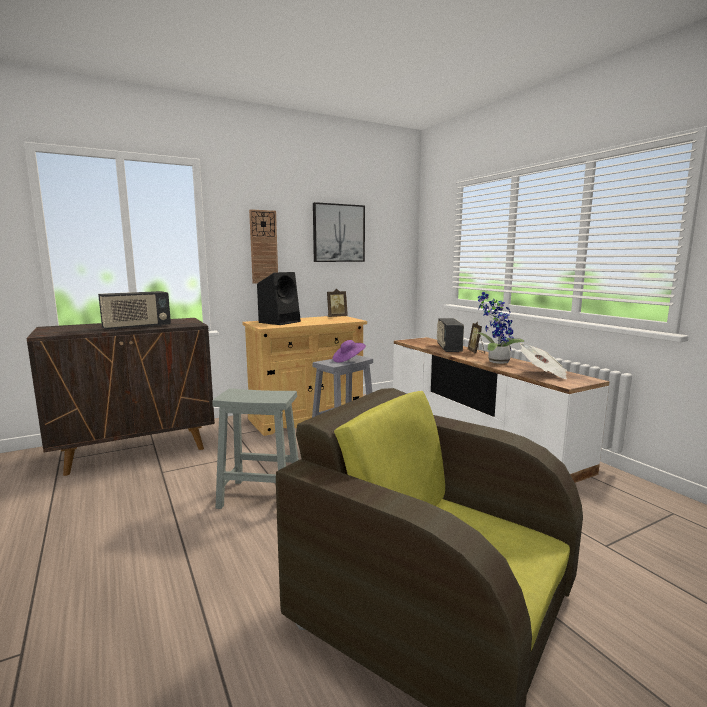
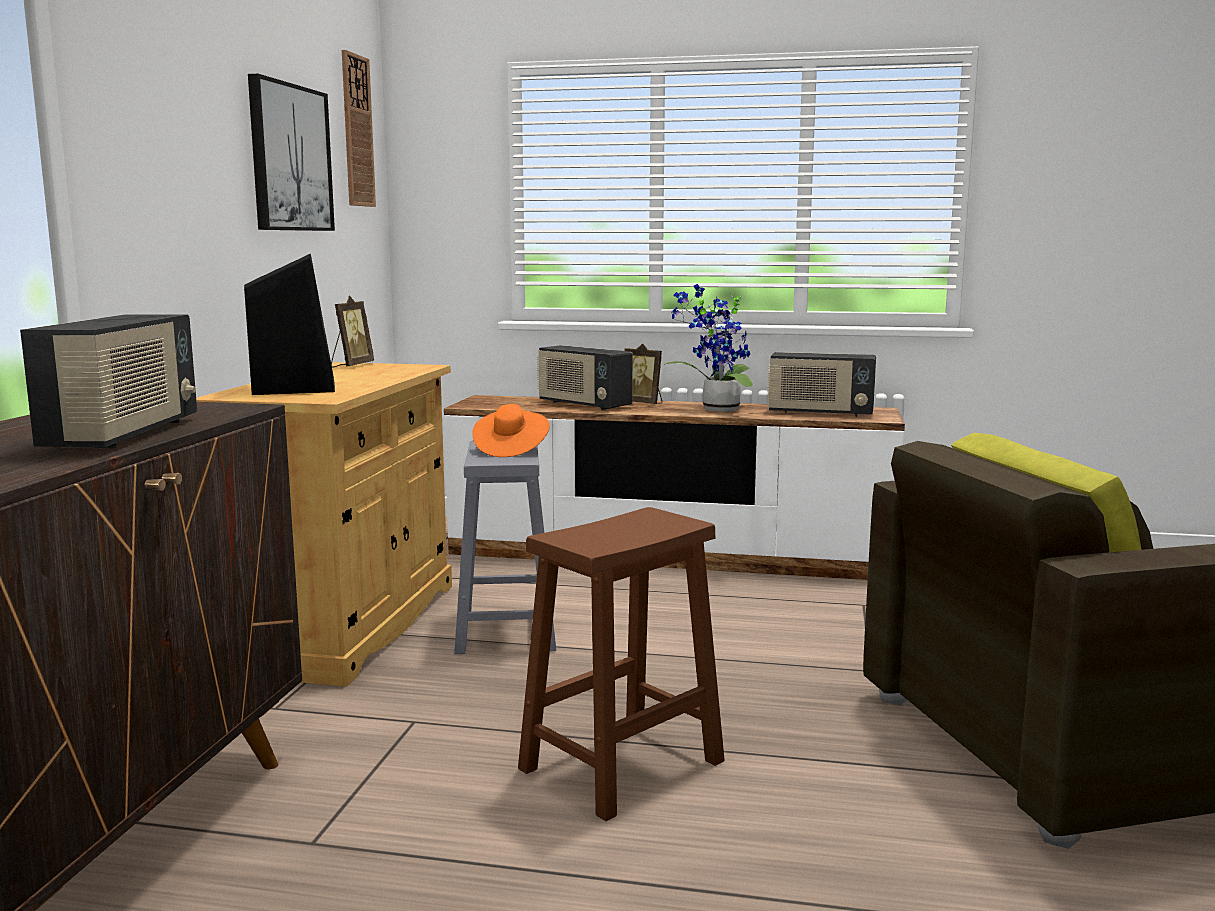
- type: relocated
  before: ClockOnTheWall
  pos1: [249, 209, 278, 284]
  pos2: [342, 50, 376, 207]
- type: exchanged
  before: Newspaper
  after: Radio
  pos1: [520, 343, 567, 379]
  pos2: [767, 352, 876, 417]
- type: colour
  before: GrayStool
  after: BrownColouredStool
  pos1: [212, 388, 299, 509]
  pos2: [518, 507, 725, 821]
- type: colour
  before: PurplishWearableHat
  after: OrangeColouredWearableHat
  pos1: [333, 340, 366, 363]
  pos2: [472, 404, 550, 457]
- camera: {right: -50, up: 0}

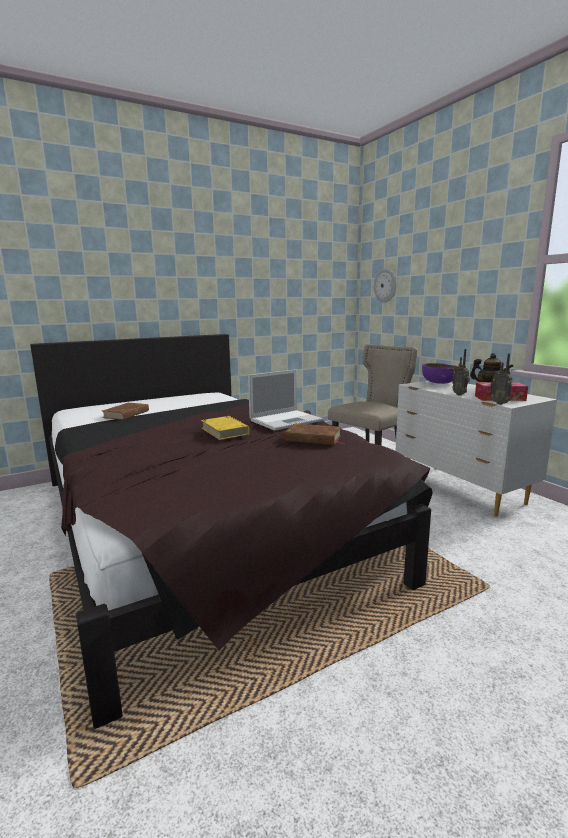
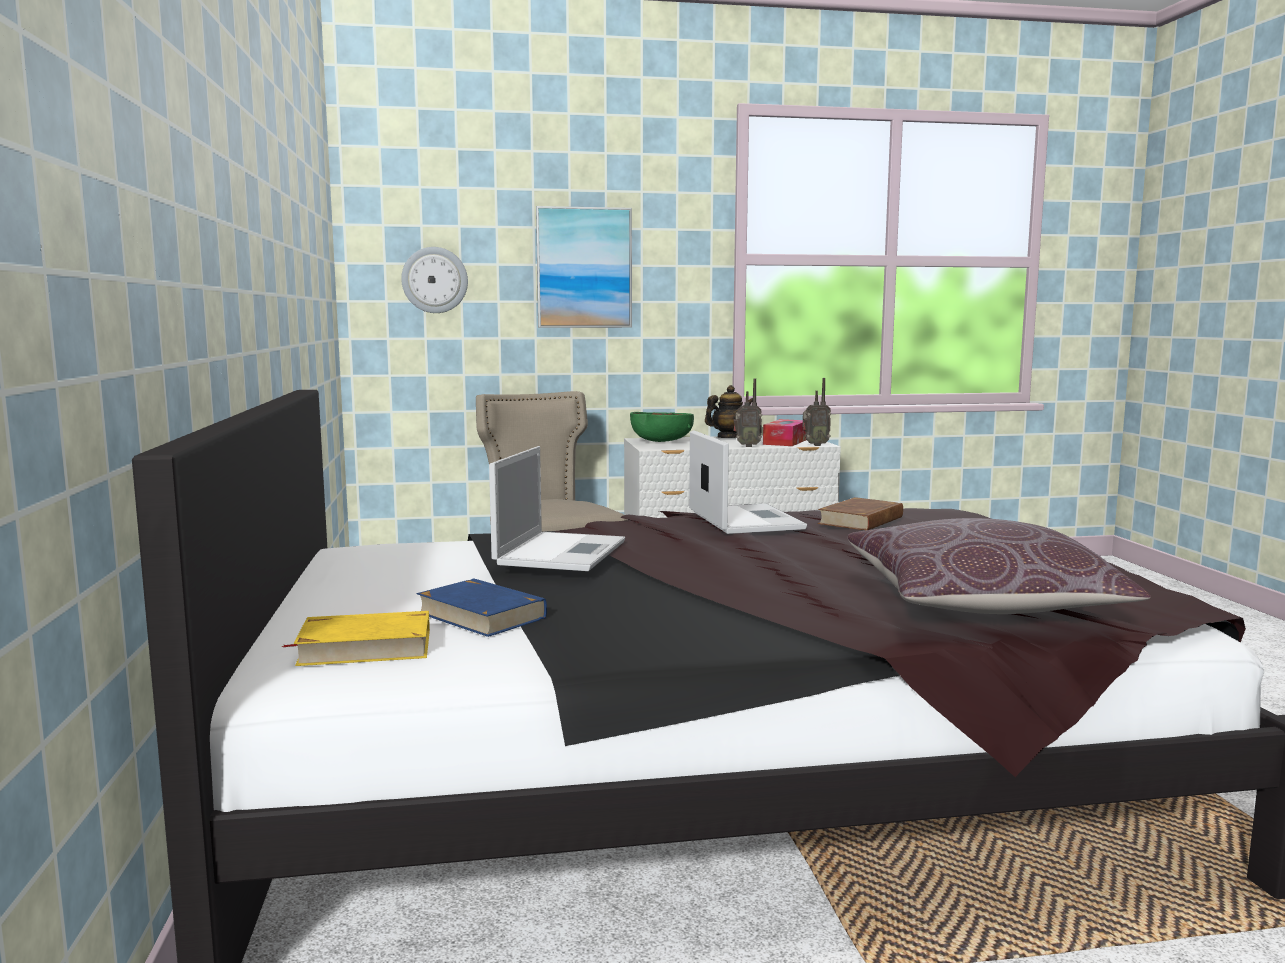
- type: appeared
  after: Laptop
  pos2: [489, 446, 625, 571]
- type: appeared
  after: WallArt
  pos2: [536, 206, 632, 328]
- type: appeared
  after: BrownColouredCushion
  pos2: [848, 518, 1151, 614]
- type: relocated
  before: YellowishBoundBook
  pos1: [201, 416, 250, 440]
  pos2: [282, 611, 430, 666]
- type: colour
  before: BrownColouredBoundBook
  after: BlueBoundBook
  pos1: [102, 403, 149, 420]
  pos2: [417, 578, 547, 637]
- type: colour
  before: PurplishBowl
  after: GreenBowl
  pos1: [422, 363, 458, 384]
  pos2: [630, 412, 694, 442]
- camera: {right: -70, up: -5}

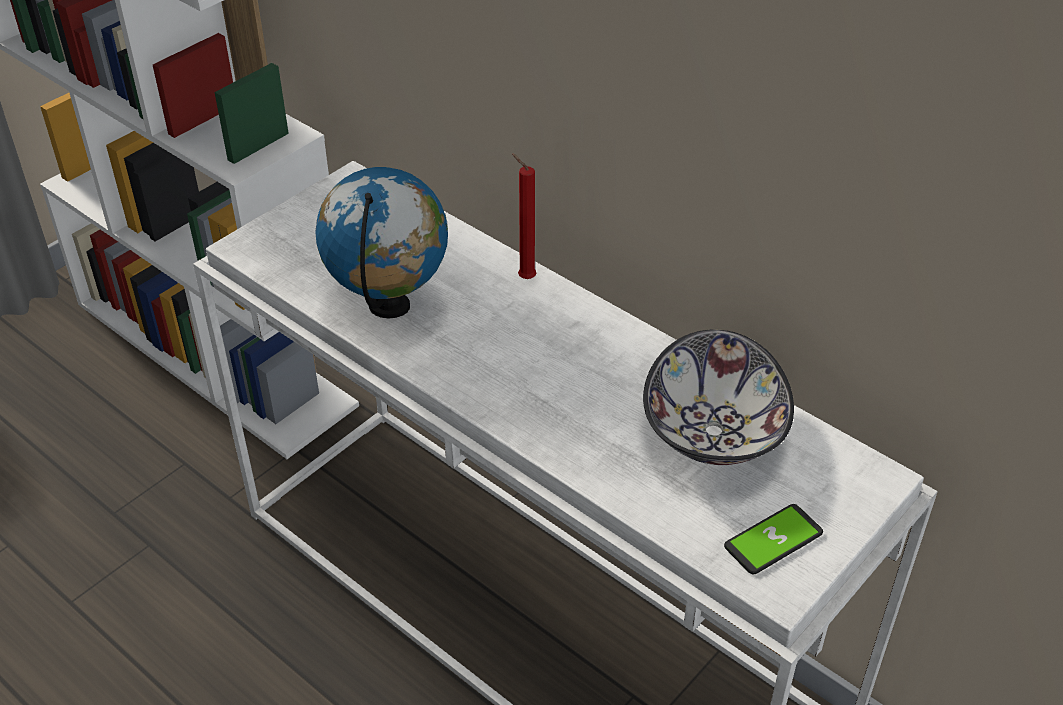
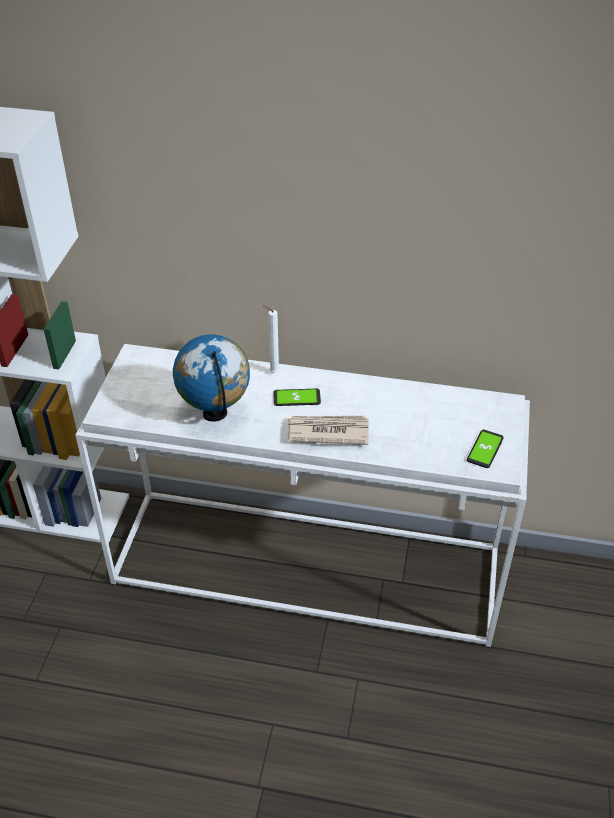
- type: missing
  before: Bowl
  pos1: [643, 329, 794, 465]
- type: appeared
  after: Handset
  pos2: [274, 388, 321, 406]
- type: appeared
  after: Newspaper
  pos2: [288, 416, 369, 445]
- type: colour
  before: RedWaxLight
  after: WhiteColouredWaxLight
  pos1: [512, 153, 536, 279]
  pos2: [264, 306, 280, 373]
- camera: {right: -30, up: 0}

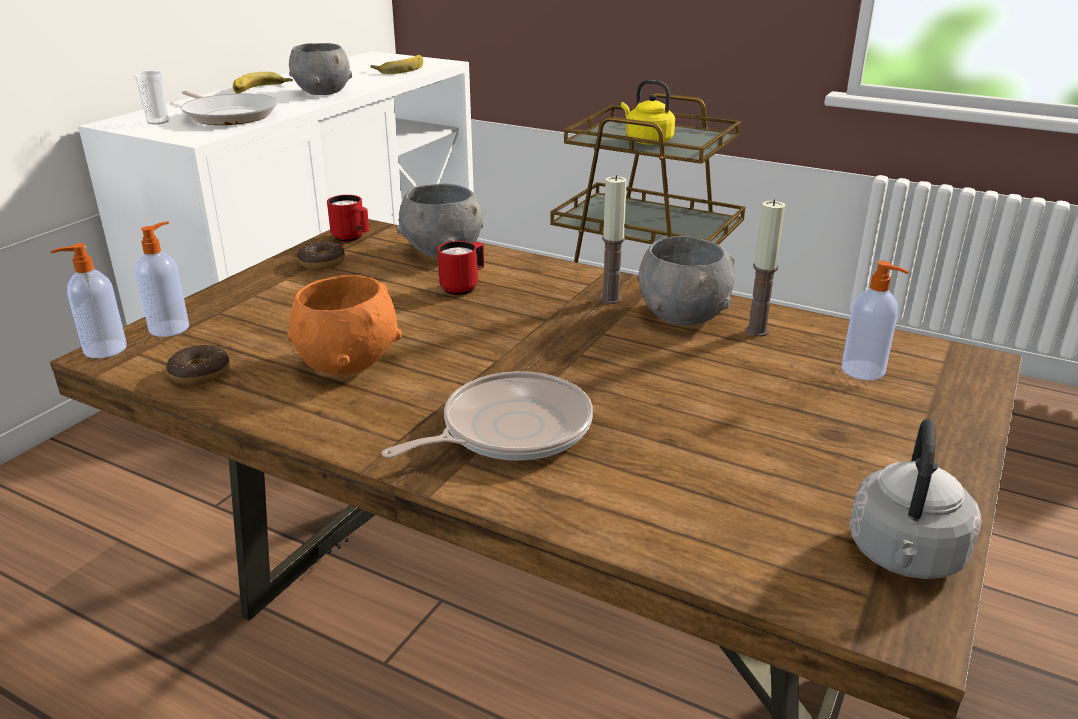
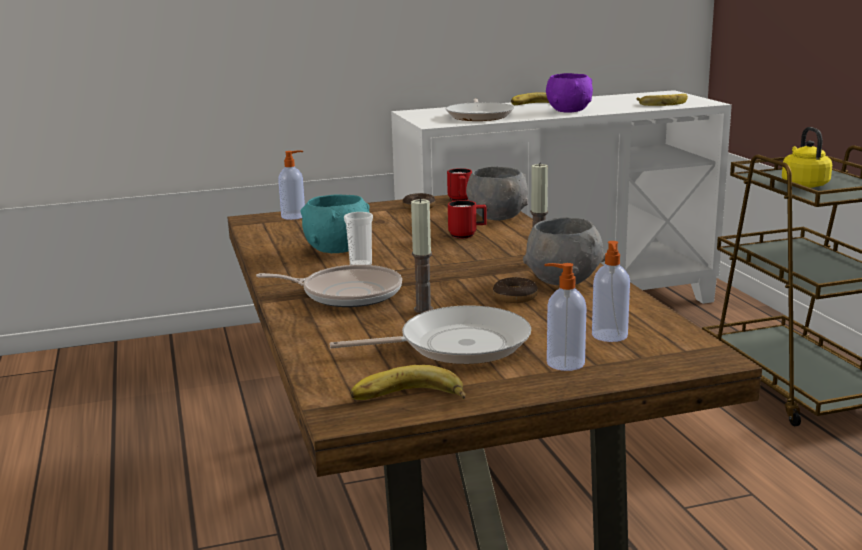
- type: appeared
  after: FryingPan
  pos2: [330, 305, 531, 364]
- type: relocated
  before: SoapBottle
  pos1: [51, 243, 127, 358]
  pos2: [544, 263, 587, 371]
- type: relocated
  before: Cup
  pos1: [134, 71, 169, 124]
  pos2: [344, 212, 373, 265]
- type: relocated
  before: RingDoughnut
  pos1: [166, 345, 230, 385]
  pos2: [493, 277, 538, 303]
- type: relocated
  before: WaxLight
  pos1: [746, 200, 785, 337]
  pos2: [411, 198, 433, 313]
- type: exchanged
  before: GrayKettle
  after: BananaFruit
  pos1: [849, 419, 981, 579]
  pos2: [350, 365, 466, 400]
- type: colour
  before: OrangeColouredBowl
  after: TurquoiseBowl
  pos1: [287, 275, 401, 375]
  pos2: [300, 194, 370, 253]
- type: colour
  before: GrayBowl
  after: PurplishBowl
  pos1: [289, 43, 352, 95]
  pos2: [546, 73, 593, 113]
- camera: {right: 45, up: -10}

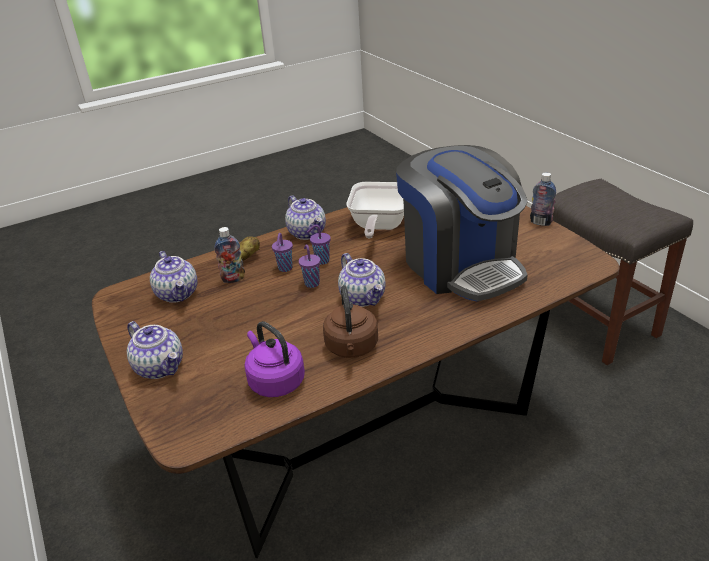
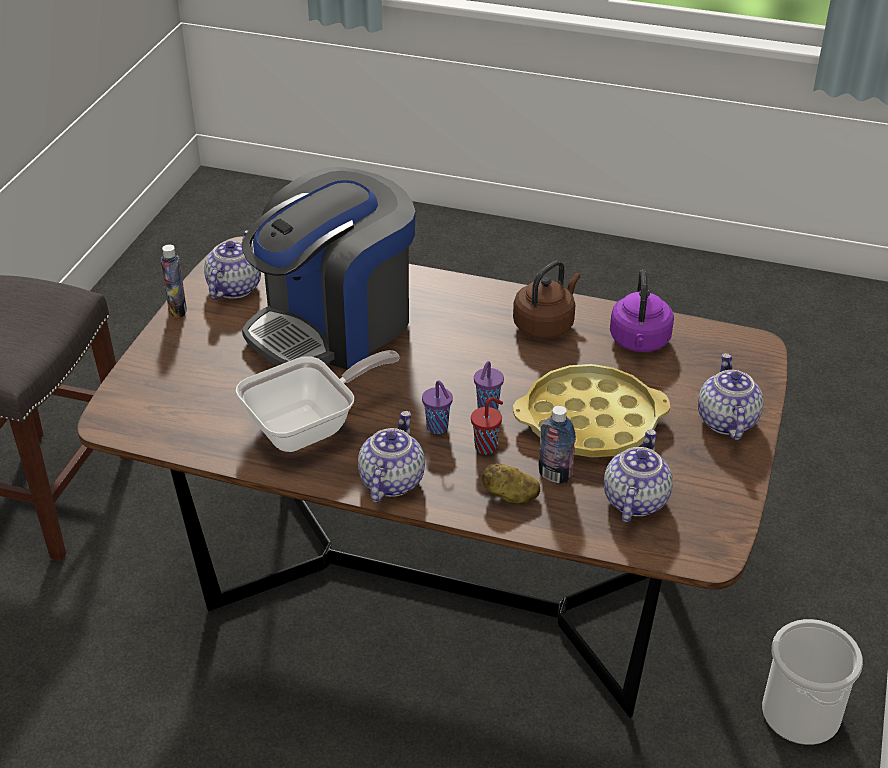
- type: appeared
  after: YellowishCarryingTray
  pos2: [513, 364, 670, 458]
- type: appeared
  after: Bucket
  pos2: [762, 619, 863, 745]
- type: relocated
  before: TeaPot
  pos1: [338, 253, 386, 307]
  pos2: [204, 230, 261, 299]
- type: colour
  before: PurplishCup
  after: RedCup
  pos1: [272, 233, 293, 272]
  pos2: [471, 397, 503, 454]
- type: spun
  before: CoffeeMachine
  pos1: [396, 145, 528, 301]
  pos2: [242, 167, 416, 369]
  turn: -150
- camera: {right: -135, up: 5}

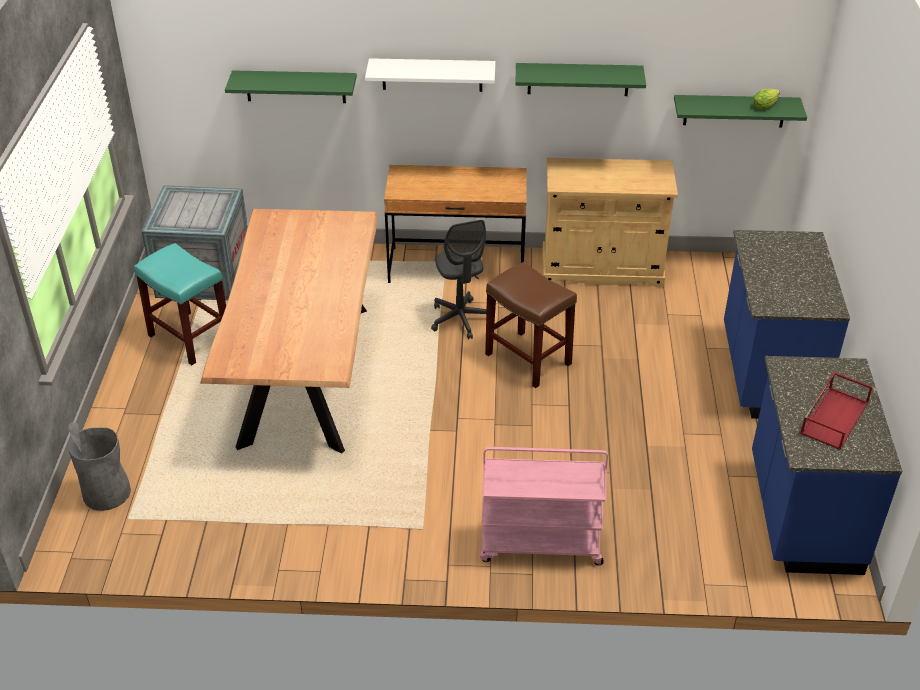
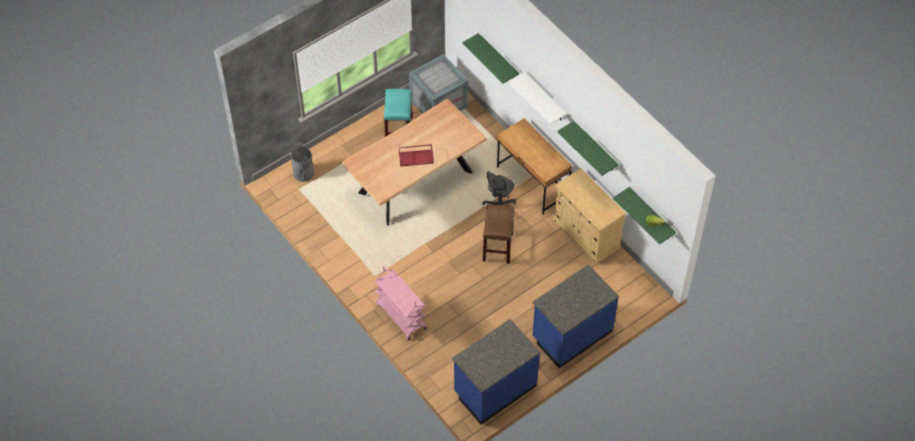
- type: relocated
  before: RedCarryingTray
  pos1: [800, 372, 873, 450]
  pos2: [398, 144, 434, 167]
- camera: {right: 50, up: 15}

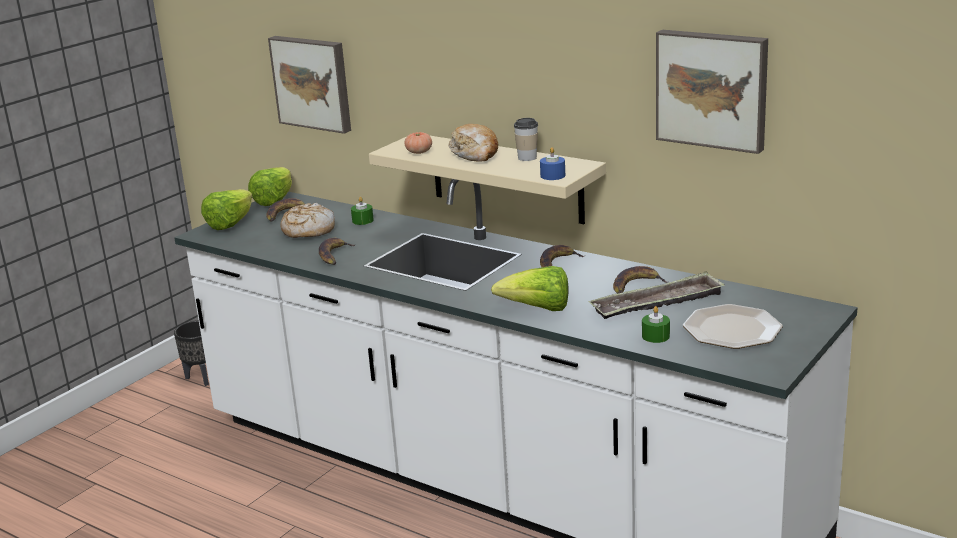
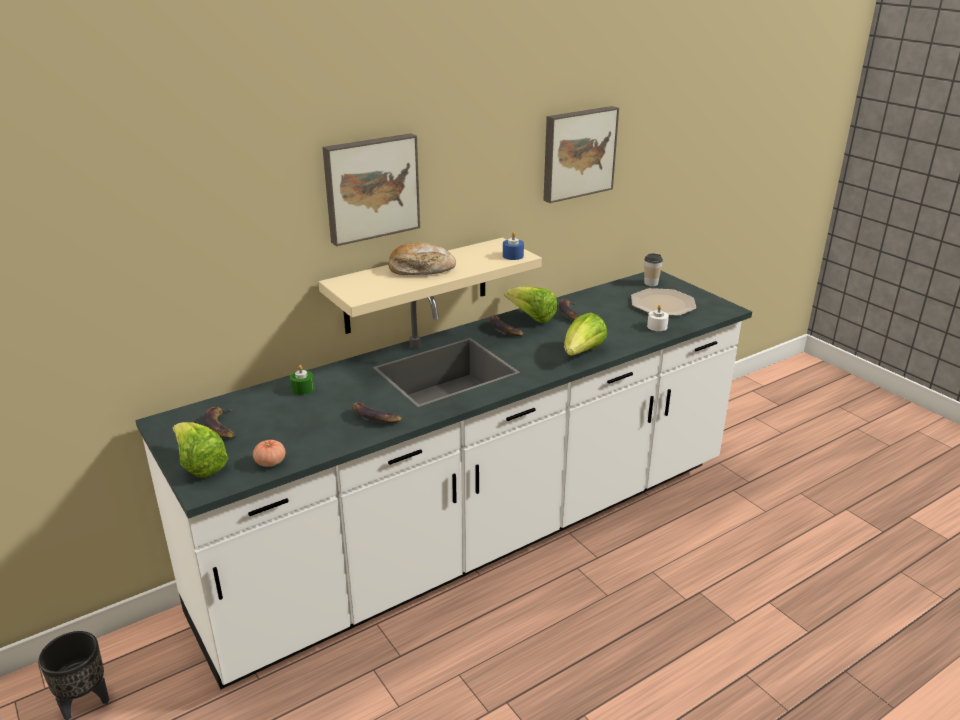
- type: missing
  before: BakeryBread
  pos1: [280, 203, 335, 238]
- type: missing
  before: CarryingTray
  pos1: [588, 271, 725, 319]
- type: relocated
  before: Lettuce
  pos1: [248, 167, 292, 206]
  pos2: [504, 287, 557, 323]
- type: relocated
  before: WallArt
  pos1: [268, 36, 351, 134]
  pos2: [322, 133, 420, 246]
- type: relocated
  before: FreshTomato
  pos1: [404, 132, 432, 154]
  pos2: [253, 440, 286, 467]
- type: relocated
  before: Cup
  pos1: [514, 118, 538, 161]
  pos2: [644, 253, 663, 286]
- type: colour
  before: GreenWaxLight
  after: WhiteColouredWaxLight
  pos1: [642, 306, 670, 343]
  pos2: [647, 305, 669, 331]
- camera: {right: -70, up: 5}

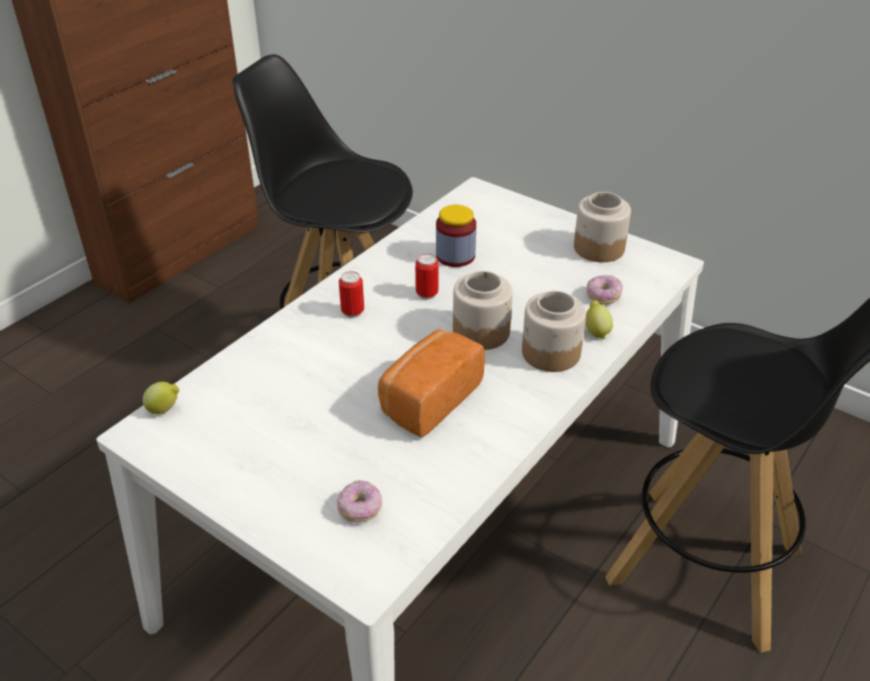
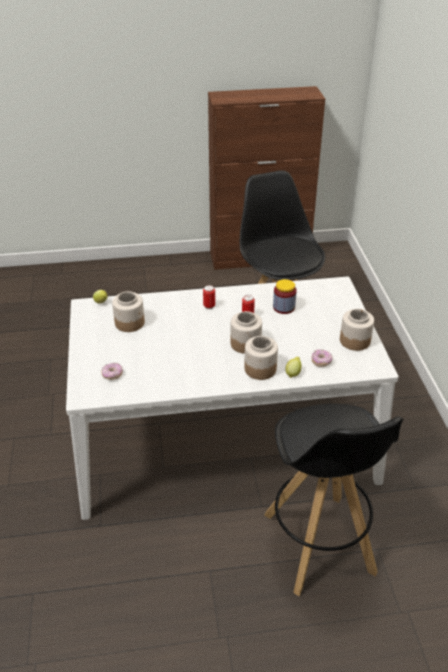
- type: missing
  before: BakeryBread
  pos1: [378, 329, 485, 437]
- type: appeared
  after: StorageJar
  pos2: [112, 291, 145, 332]
- camera: {right: 45, up: 0}

